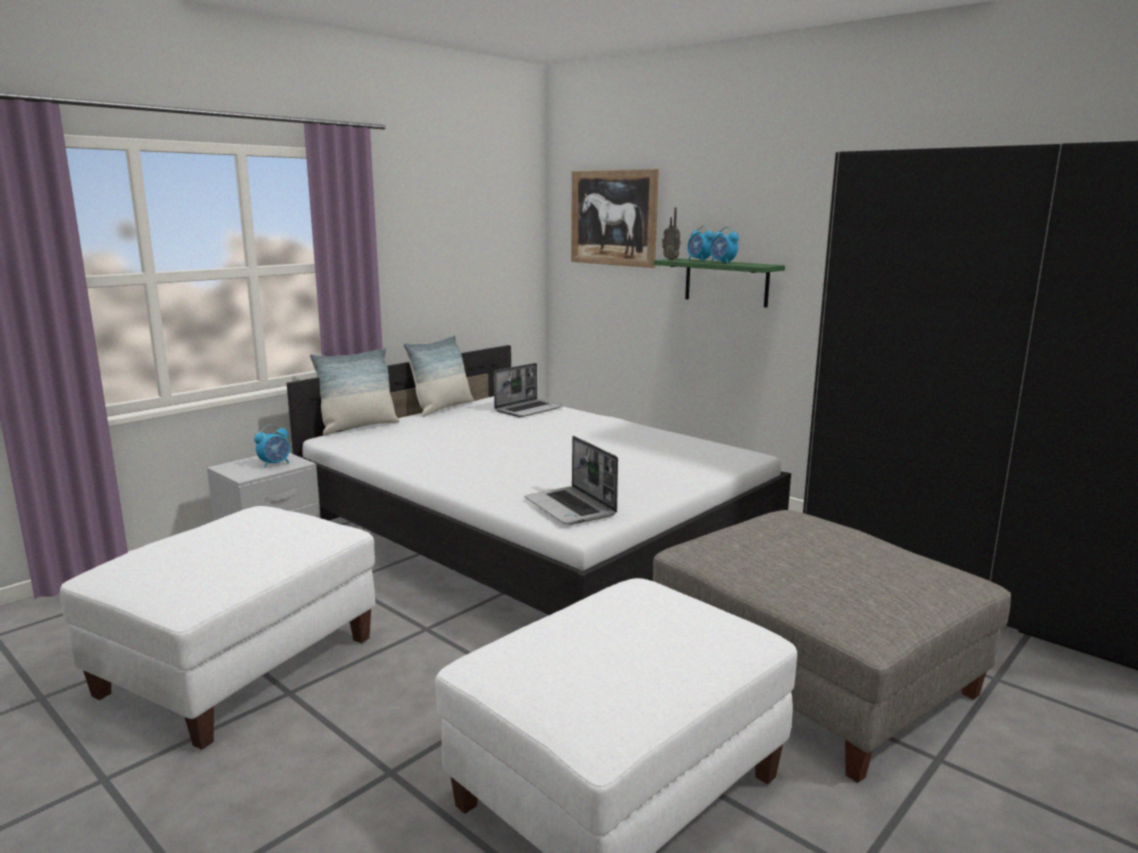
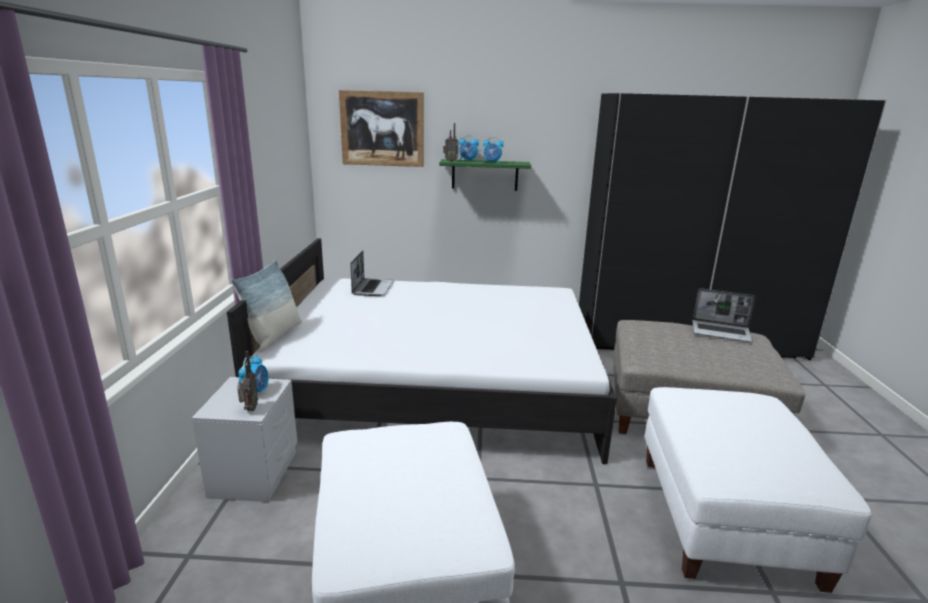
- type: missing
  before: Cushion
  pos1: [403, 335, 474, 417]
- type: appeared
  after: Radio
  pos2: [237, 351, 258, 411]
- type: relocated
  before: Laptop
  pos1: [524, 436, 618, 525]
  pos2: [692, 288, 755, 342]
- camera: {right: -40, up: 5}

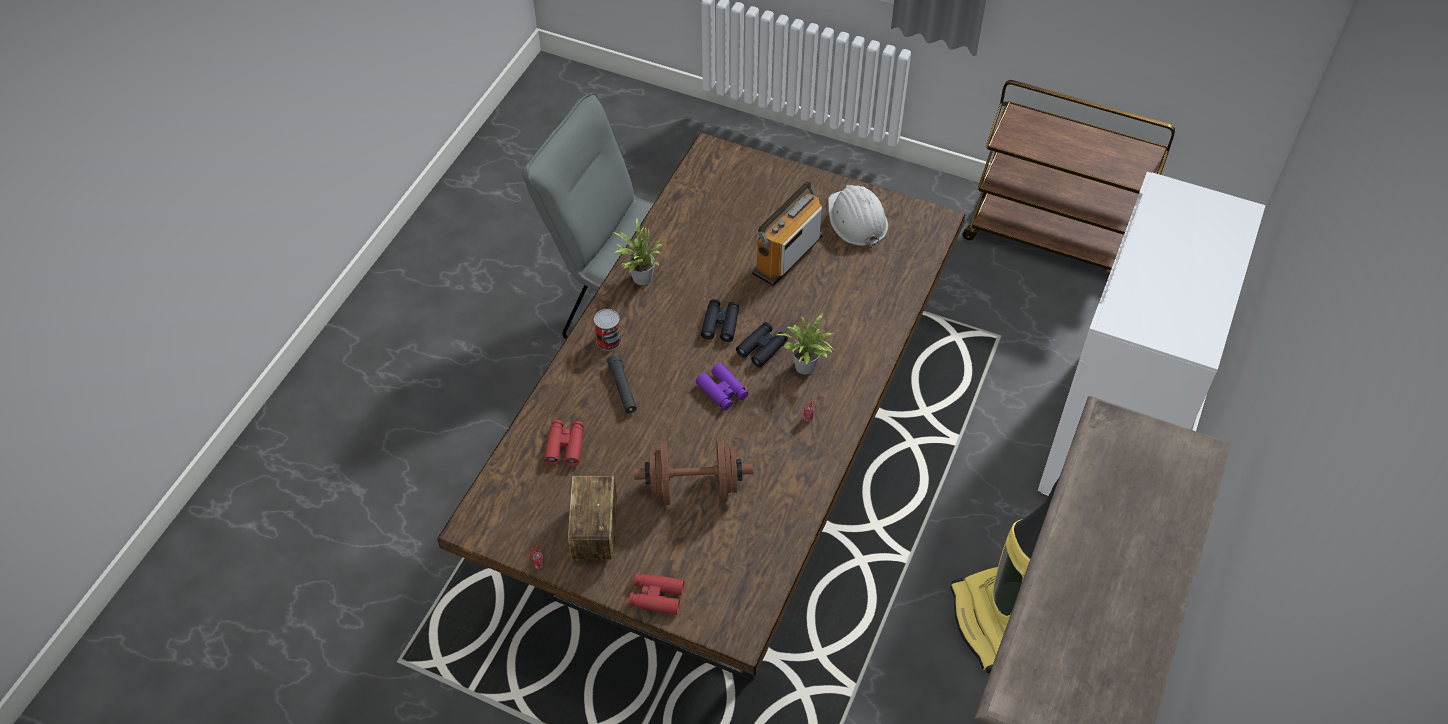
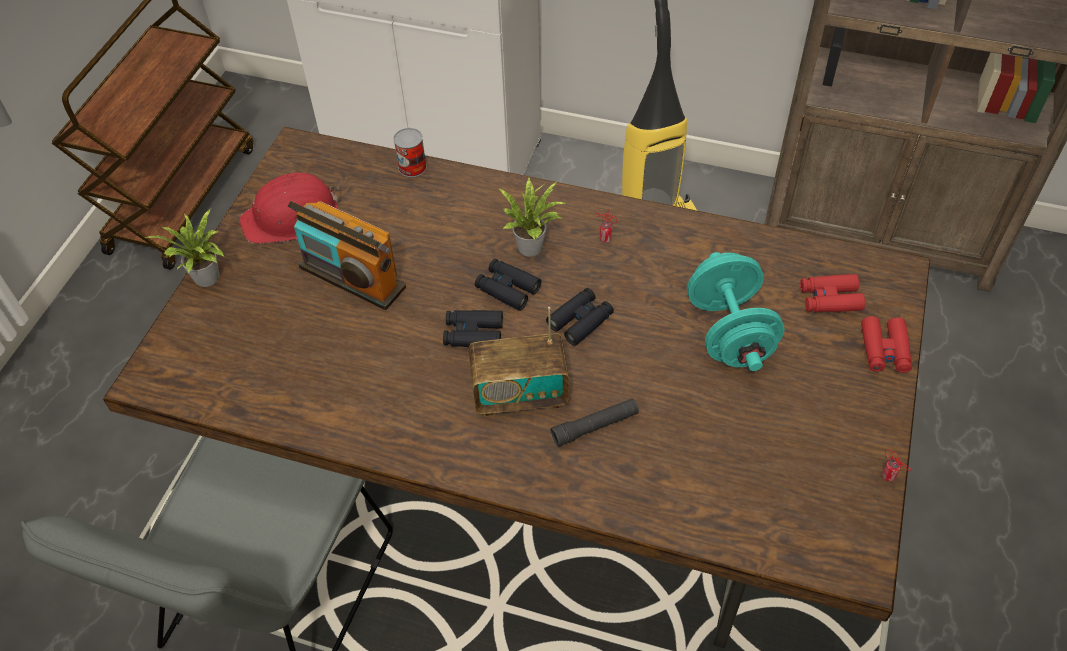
- type: relocated
  before: RedFieldGlasses
  pos1: [544, 420, 584, 466]
  pos2: [800, 274, 865, 312]
- type: relocated
  before: Radio
  pos1: [568, 475, 617, 560]
  pos2: [469, 307, 569, 417]
- type: relocated
  before: MetalCan
  pos1: [594, 309, 621, 351]
  pos2: [393, 128, 427, 177]
- type: relocated
  before: PlantInAPot
  pos1: [613, 217, 662, 285]
  pos2: [145, 209, 225, 287]
- type: colour
  before: BrownColouredFreeWeight
  after: TurquoiseFreeWeight
  pos1: [634, 438, 753, 505]
  pos2: [687, 252, 785, 371]
- type: colour
  before: PurplishFieldGlasses
  after: BlackishFieldGlasses
  pos1: [696, 363, 748, 410]
  pos2: [546, 288, 614, 346]
- type: colour
  before: WhiteColouredWorkHelmet
  after: RedWorkHelmet
  pos1: [828, 184, 888, 248]
  pos2: [239, 172, 341, 244]
- camera: {right: -95, up: 0}

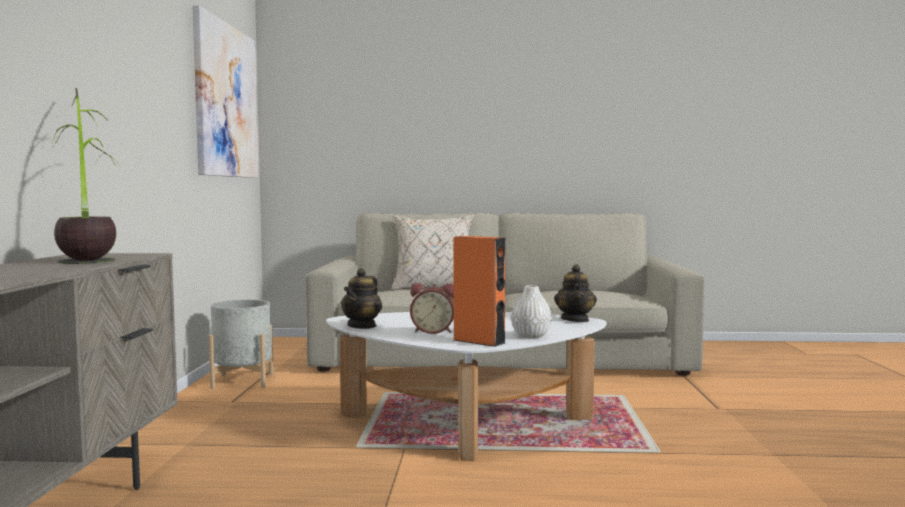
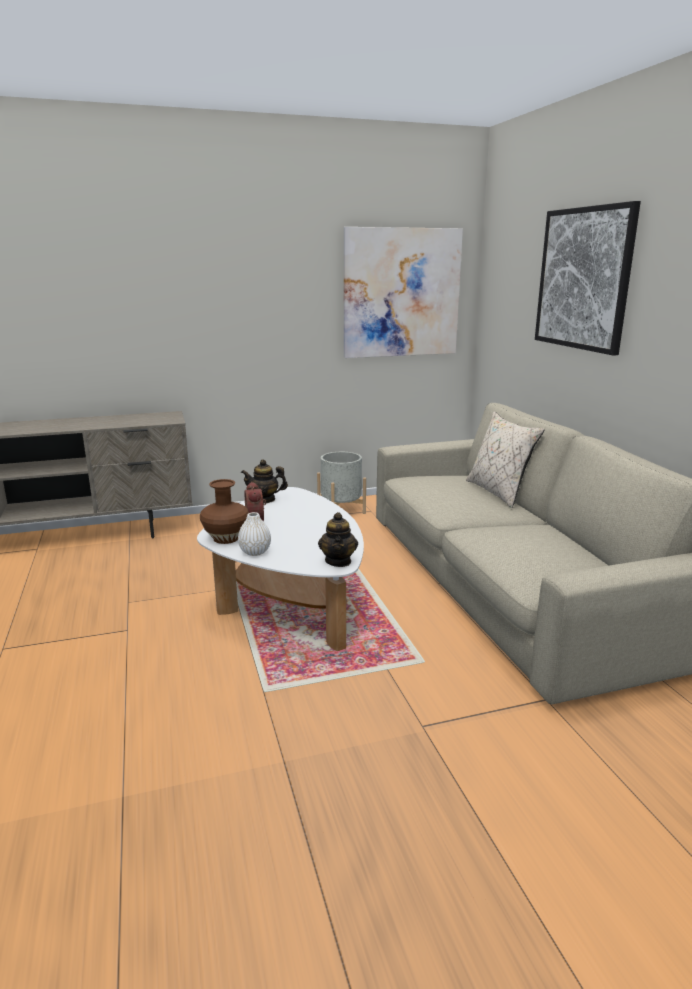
- type: missing
  before: PlantInAPot
  pos1: [52, 88, 121, 264]
- type: appeared
  after: WallArt
  pos2: [535, 201, 641, 356]
- type: exchanged
  before: OrangeColouredSpeaker
  after: BrownColouredVase
  pos1: [454, 236, 505, 347]
  pos2: [200, 479, 249, 544]
- type: spun
  before: TeaPot
  pos1: [554, 264, 597, 322]
  pos2: [318, 512, 358, 567]
  turn: -75
- camera: {right: 70, up: 15}

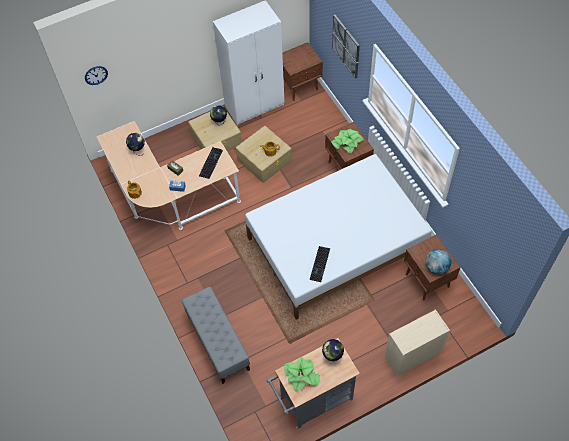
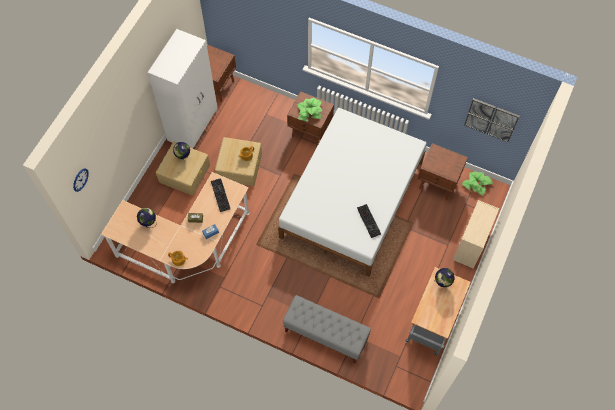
- type: missing
  before: Globe
  pos1: [426, 249, 451, 274]
- type: relocated
  before: PlantInAPot
  pos1: [284, 357, 320, 392]
  pos2: [462, 171, 493, 196]
- type: relocated
  before: WallArt
  pos1: [332, 15, 360, 79]
  pos2: [464, 98, 519, 142]
- camera: {right: -40, up: 5}

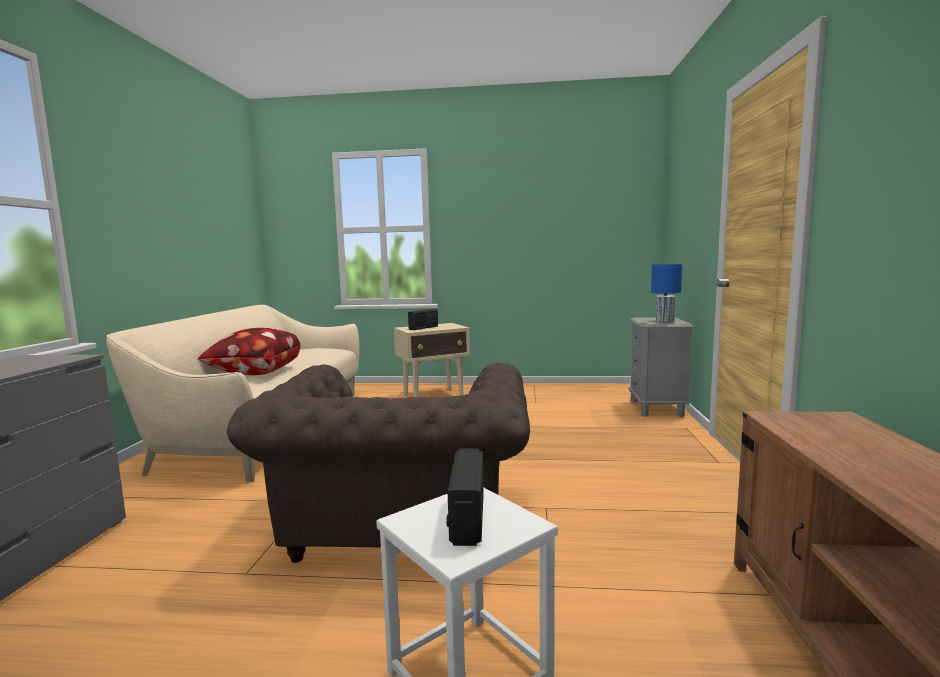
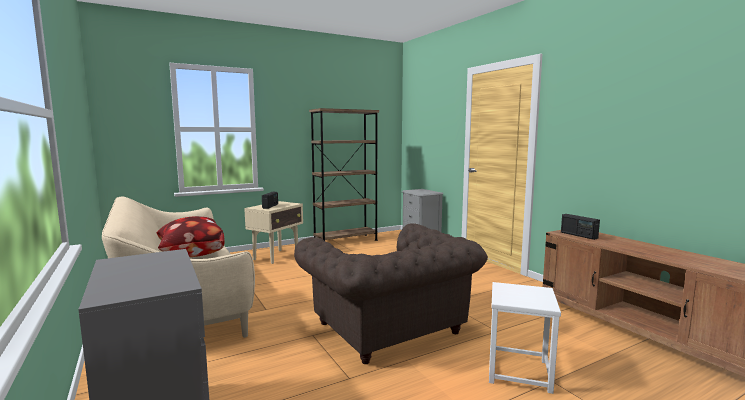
- type: missing
  before: BlueLampForATable
  pos1: [651, 264, 682, 323]
- type: appeared
  after: BrownColouredBookcase
  pos2: [309, 108, 379, 241]
- type: relocated
  before: Radio
  pos1: [446, 448, 484, 546]
  pos2: [561, 214, 600, 240]
- camera: {right: -35, up: 0}

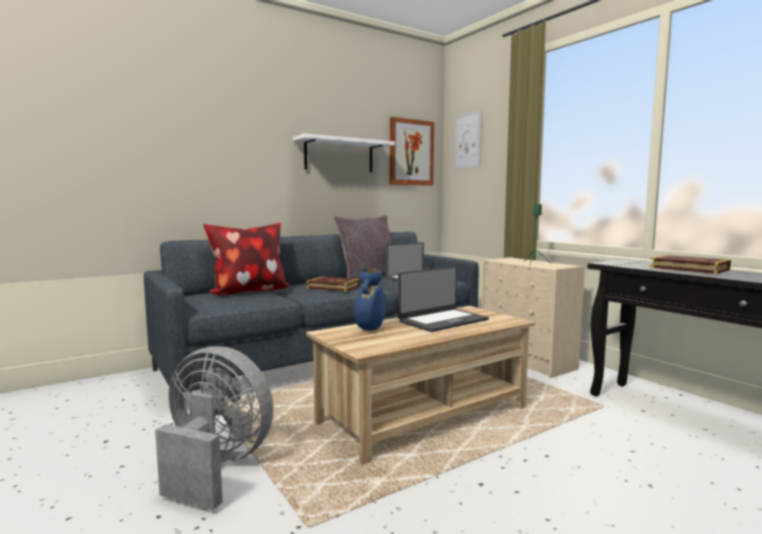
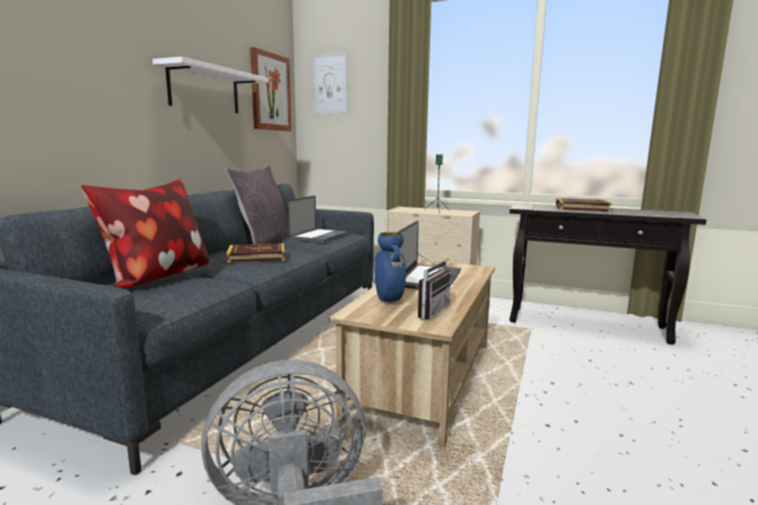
- type: appeared
  after: Radio
  pos2: [415, 252, 451, 320]
- camera: {right: -35, up: 5}

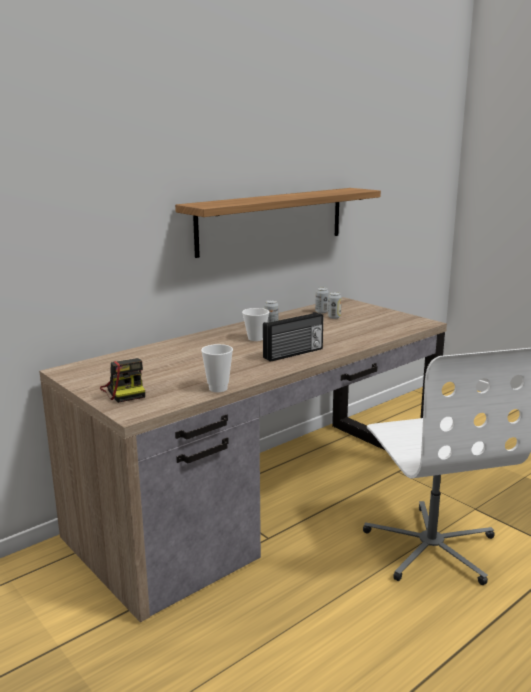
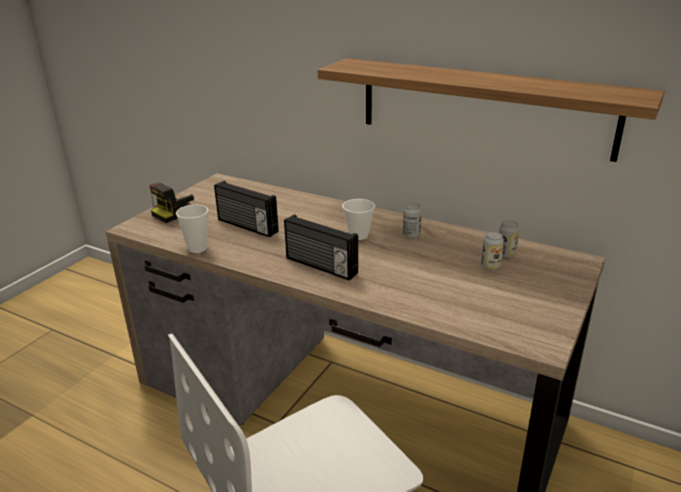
- type: appeared
  after: Radio
  pos2: [214, 181, 279, 237]
- camera: {right: 70, up: 10}

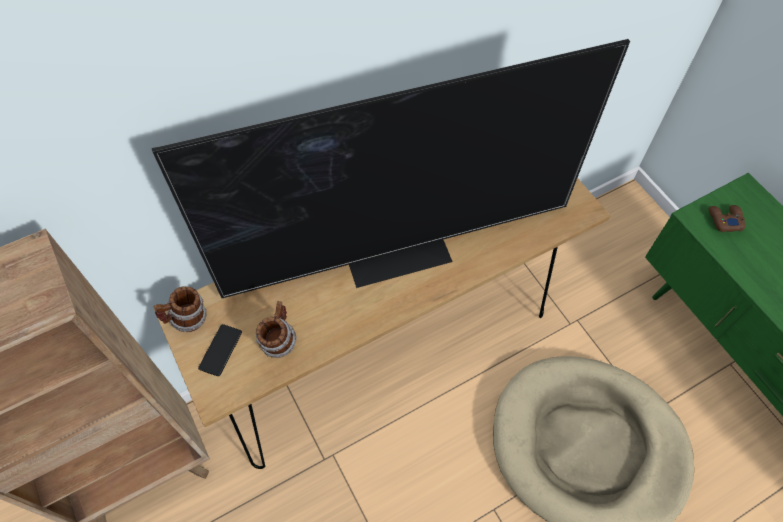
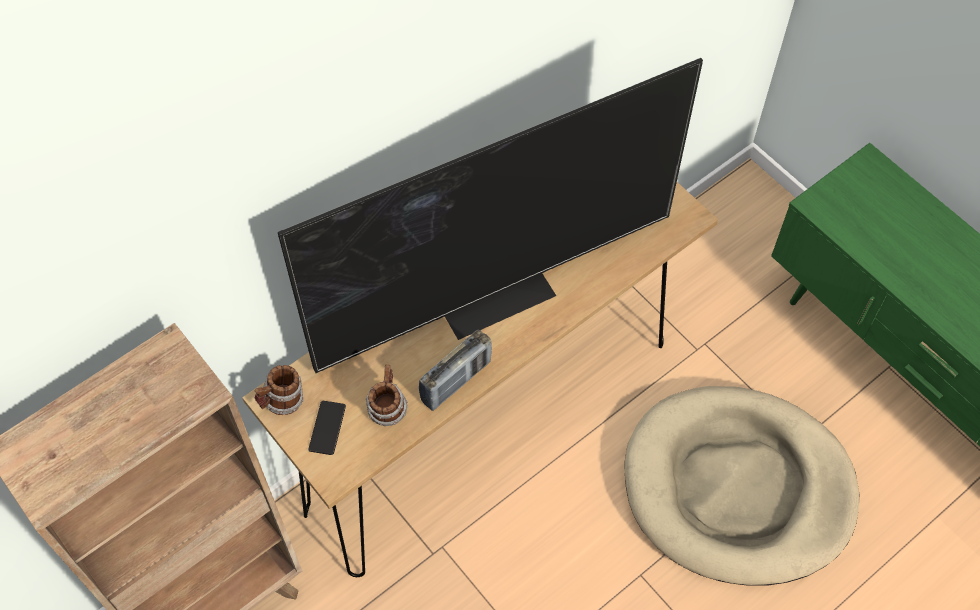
- type: missing
  before: BrownColouredGameController
  pos1: [708, 205, 745, 232]
- type: appeared
  after: Radio
  pos2: [419, 330, 492, 411]
- camera: {right: -10, up: 0}

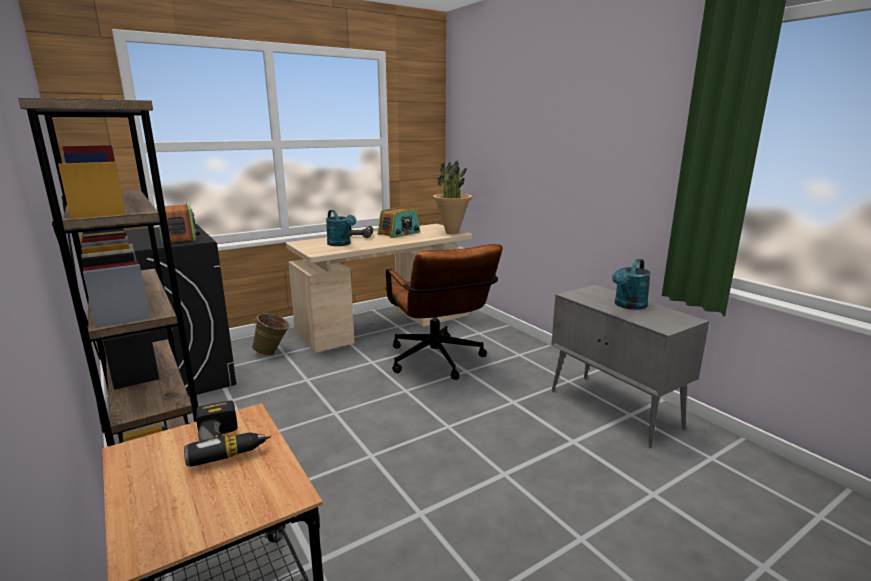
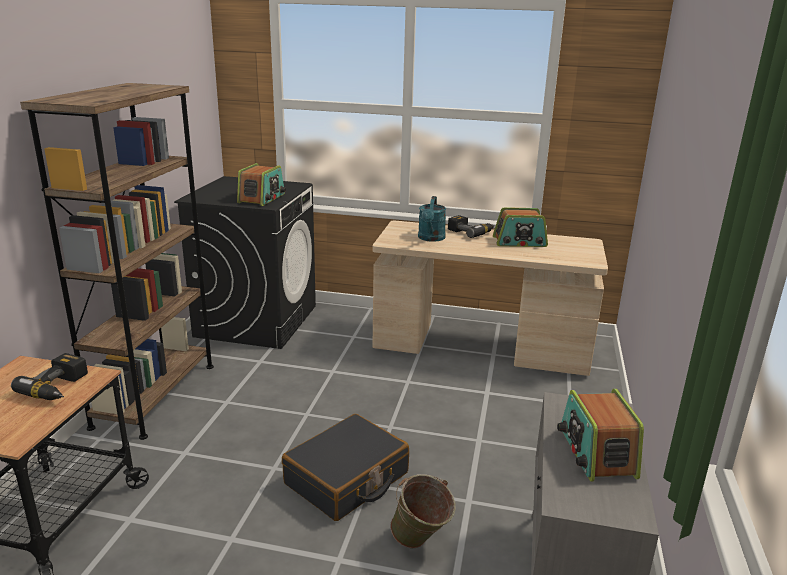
- type: missing
  before: BrownColouredOfficeChair
  pos1: [385, 244, 503, 380]
- type: missing
  before: PlantInAPot
  pos1: [433, 159, 472, 234]
- type: appeared
  after: BlackishSuitcase
  pos2: [282, 414, 409, 521]
- type: relocated
  before: GreenBucket
  pos1: [252, 313, 290, 356]
  pos2: [390, 474, 456, 548]
- type: exchanged
  before: TurquoiseWateringCan
  after: Radio
  pos1: [612, 259, 651, 310]
  pos2: [557, 389, 644, 481]
- camera: {right: 45, up: 5}

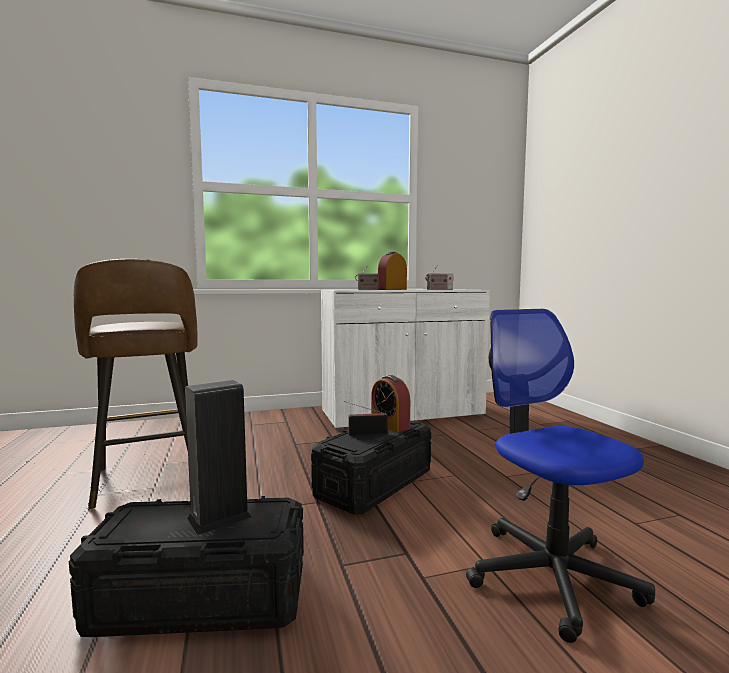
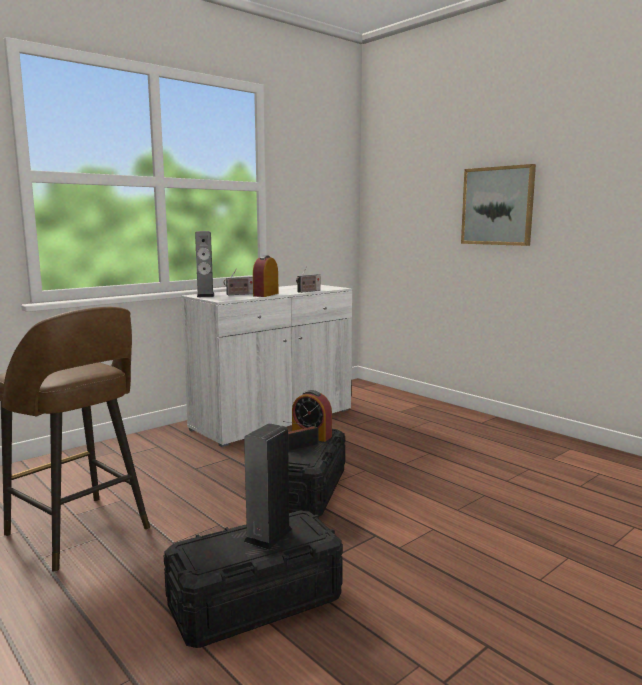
- type: missing
  before: OfficeChair
  pos1: [466, 309, 655, 643]
- type: appeared
  after: Speaker
  pos2: [195, 231, 214, 297]
- type: appeared
  after: WallArt
  pos2: [461, 164, 536, 246]
- camera: {right: -25, up: 5}

